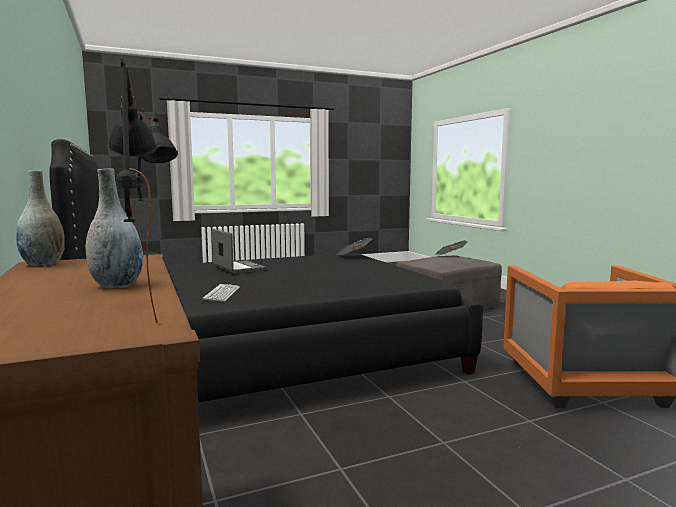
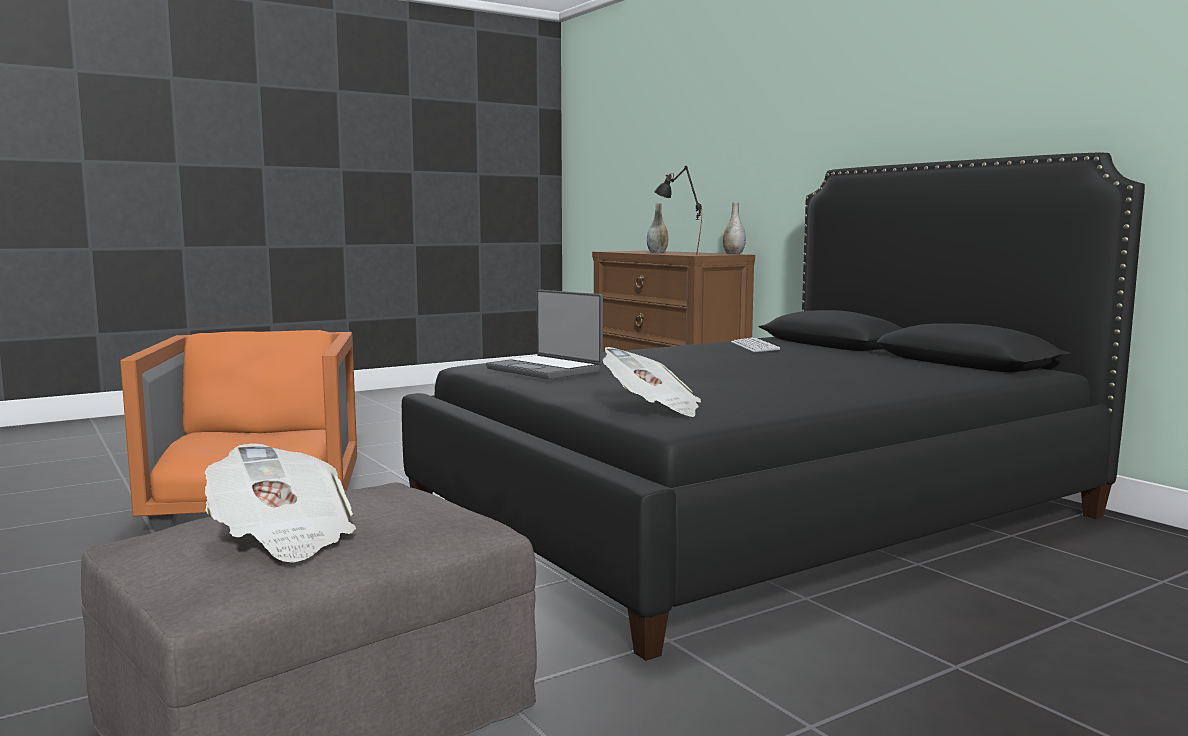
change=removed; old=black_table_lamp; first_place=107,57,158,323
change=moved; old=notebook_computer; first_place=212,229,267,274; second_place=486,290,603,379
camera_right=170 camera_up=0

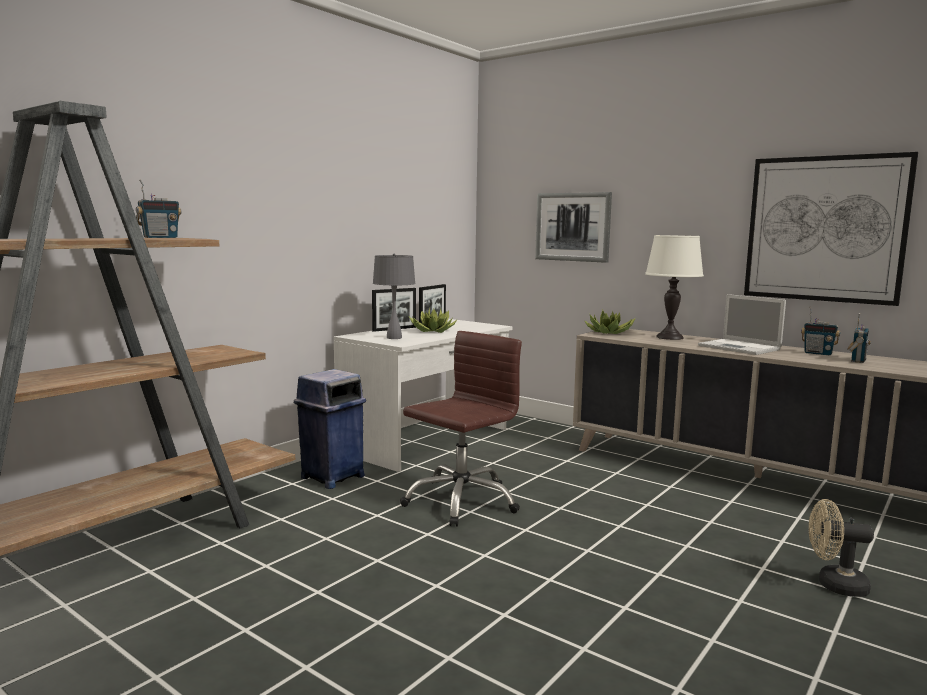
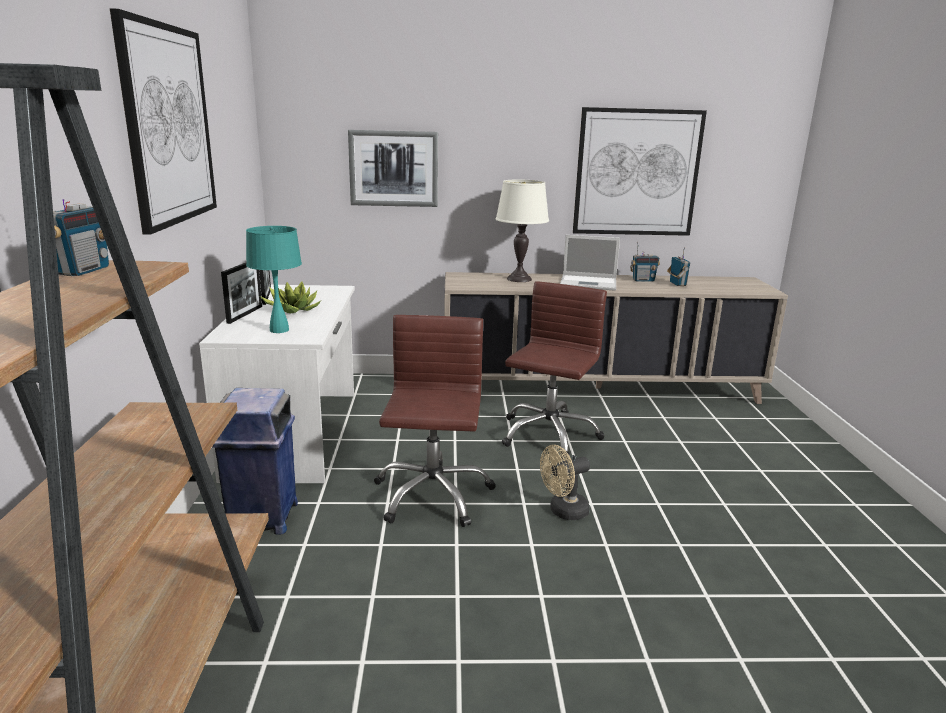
change=recoloured; old=greyish_table_lamp; new=blue-green_table_lamp; first_place=373,254,415,339; second_place=246,226,302,333
change=removed; old=houseplant; first_place=584,310,635,334
change=moved; old=sand-coloured_electric_fan; first_place=809,499,874,597; second_place=540,445,590,520
change=added; new=wall_picture; second_place=110,8,217,235
change=added; new=brownish_computer_chair; second_place=502,281,607,459
camera_right=-40 camera_up=10

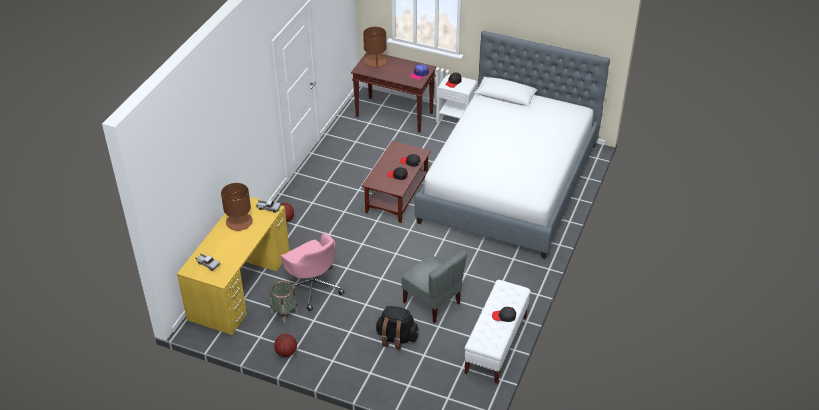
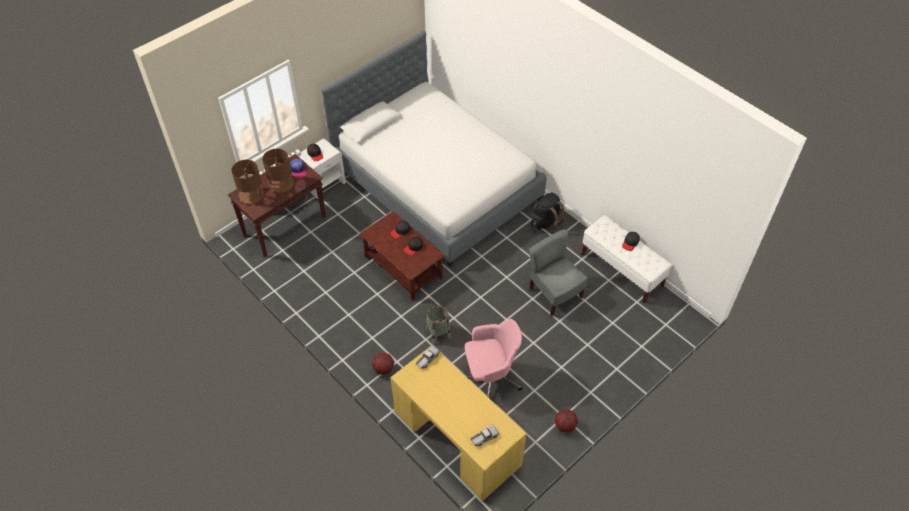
change=moved; old=brownish_table_lamp; first_place=221,183,253,231; second_place=262,149,294,193
change=turned; old=greyish_upright_chair; first_place=402,250,467,323; second_place=529,229,588,316; degrees=-105
change=moved; old=household_basket; first_place=270,281,298,323; second_place=426,305,451,344
change=moved; old=black_knapsack; first_place=375,306,419,350; second_place=531,192,565,232
camera_right=-65 camera_up=10

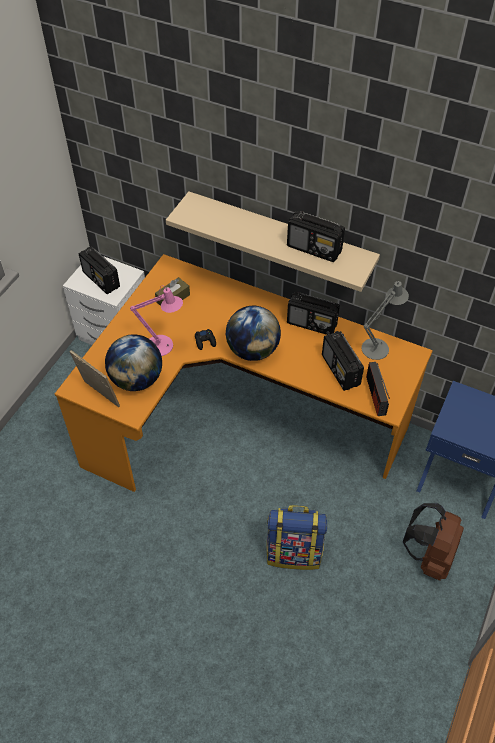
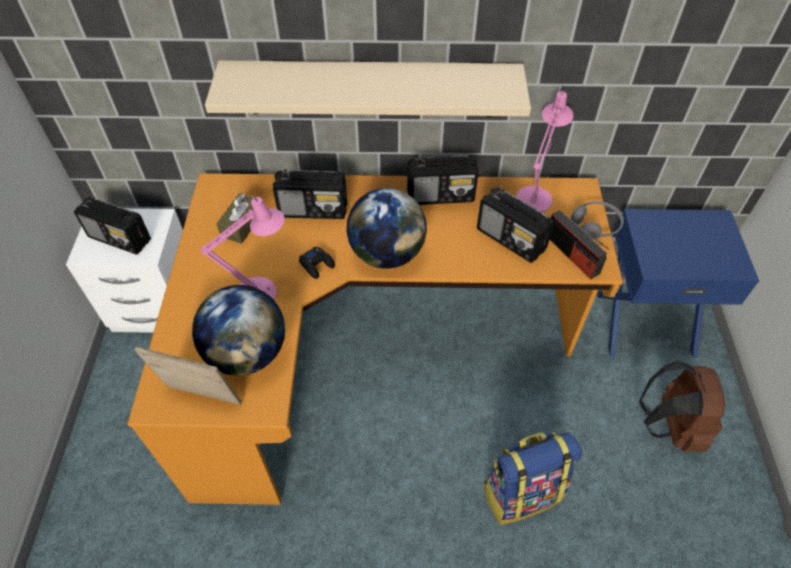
change=moved; old=radio_set; first_place=287,211,345,262; second_place=273,169,347,219
change=recoloured; old=greyish_table_lamp; new=pinkish_table_lamp; first_place=361,281,409,360; second_place=516,90,574,212
change=added; new=greyish_headphones; second_place=571,201,624,240
camera_right=-25 camera_up=0

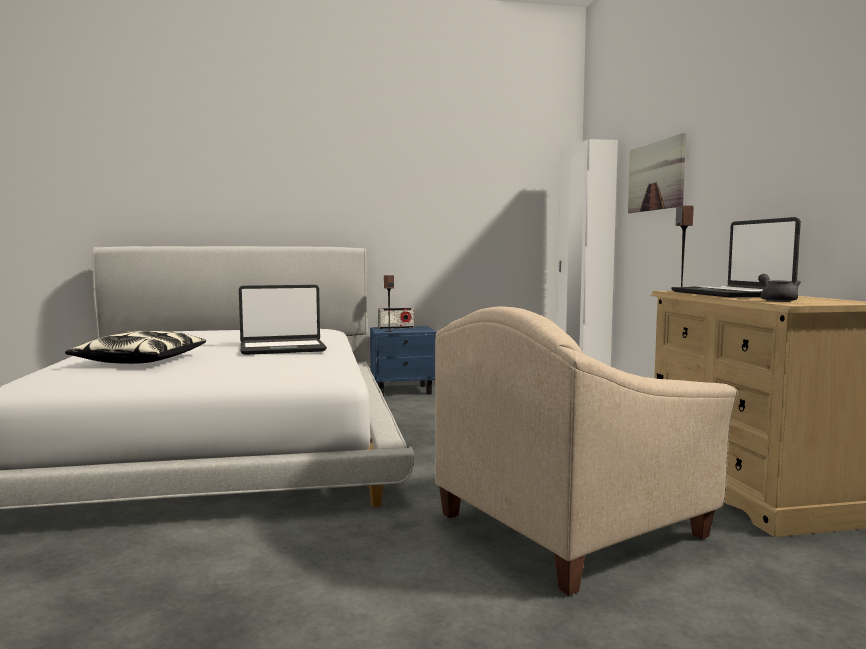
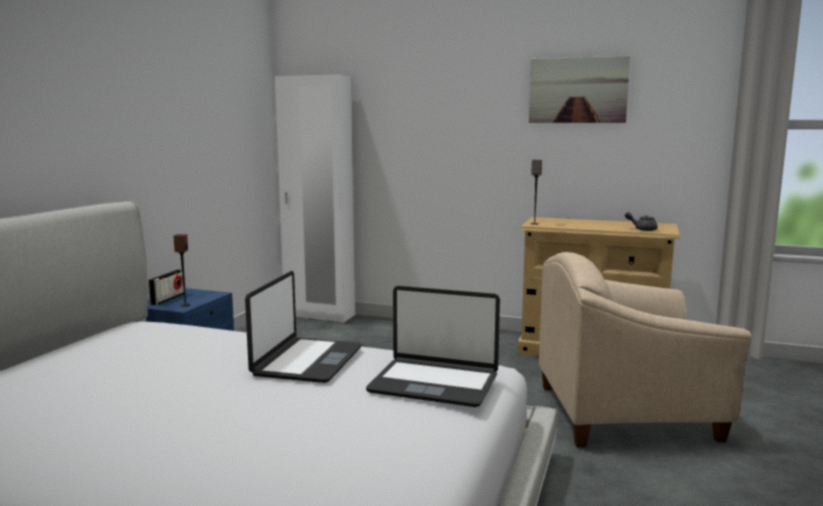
change=moved; old=wall_picture; first_place=628,133,686,213; second_place=529,56,630,123
change=moved; old=notebook_computer; first_place=671,217,801,297; second_place=366,286,500,407
change=turned; old=sand-coloured_lounge_chair; first_place=435,307,738,595; second_place=539,252,752,448; degrees=90
change=removed; old=throw_pillow; first_place=65,330,206,364
camera_right=-60 camera_up=5

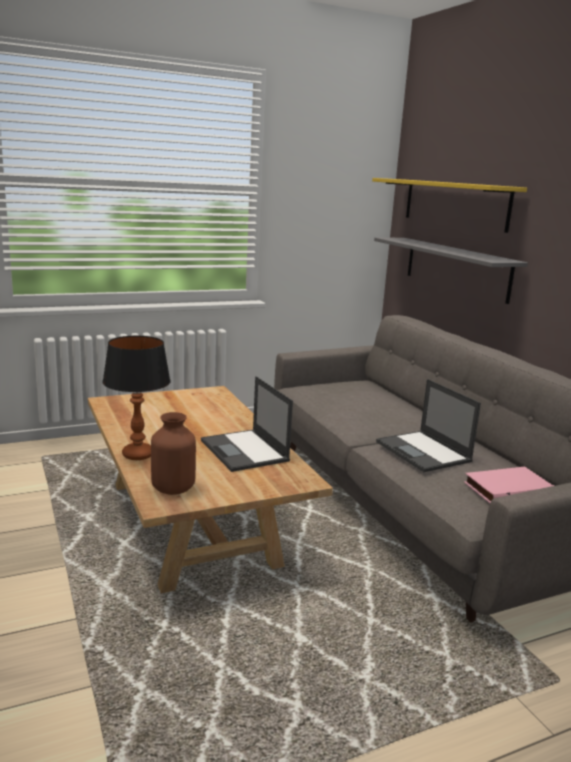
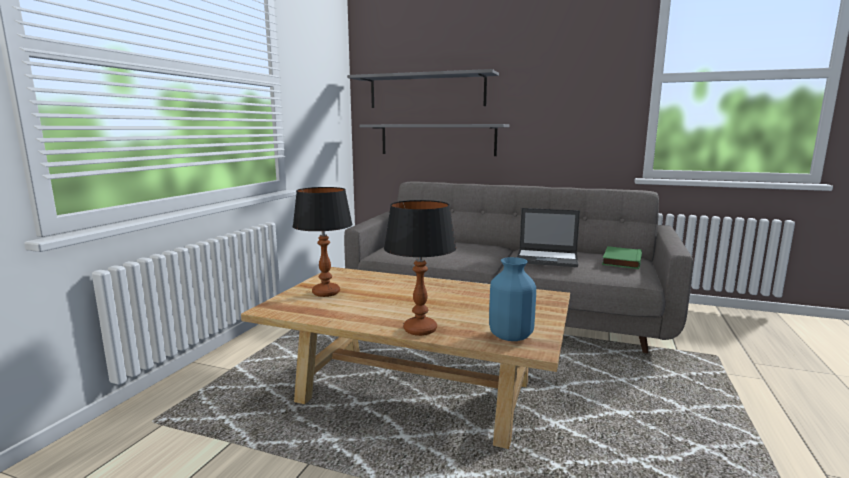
change=recoloured; old=yellow-coloured_wall_shelf; new=greyish_wall_shelf; first_place=372,178,527,233; second_place=347,69,499,108
change=removed; old=notebook_computer; first_place=201,376,293,472
change=recoloured; old=brownish_decorative_vase; new=blue_decorative_vase; first_place=151,412,196,495; second_place=489,257,536,341
change=recoloured; old=pinkish_volume; new=greenish_volume; first_place=464,467,554,504; second_place=602,246,642,269
change=added; new=table_lamp; second_place=293,187,353,297
camera_right=-45 camera_up=-5

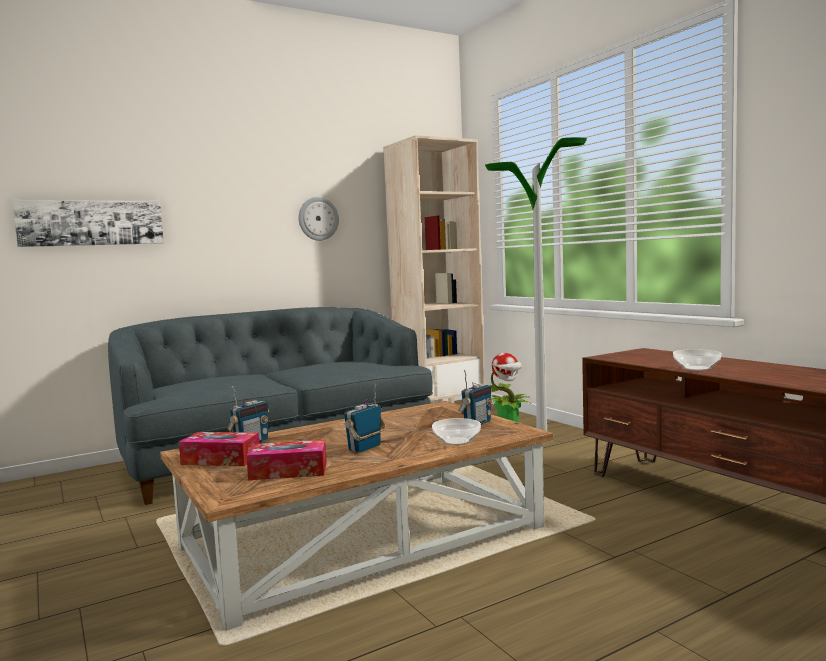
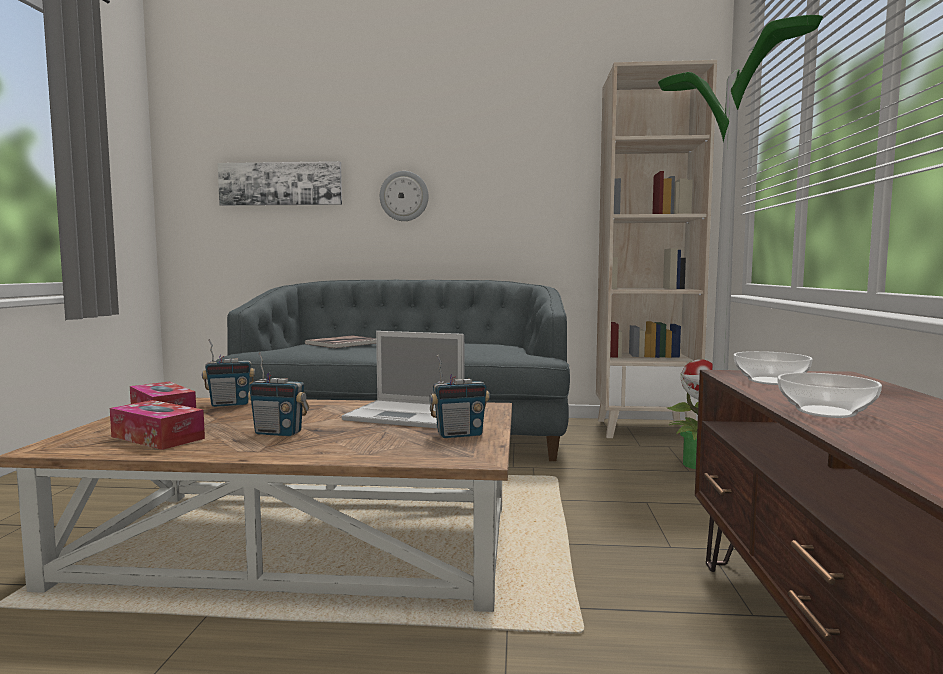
change=moved; old=hanging_clock; first_place=298,197,339,241; second_place=380,171,429,221
change=turned; old=radio_set; first_place=344,384,386,453; second_place=248,353,309,436; degrees=-150
change=moved; old=bowl; first_place=432,418,481,445; second_place=734,351,813,385
change=added; new=notebook_computer; second_place=342,331,464,428
change=added; new=volume; second_place=305,336,376,348
camera_right=35 camera_up=0

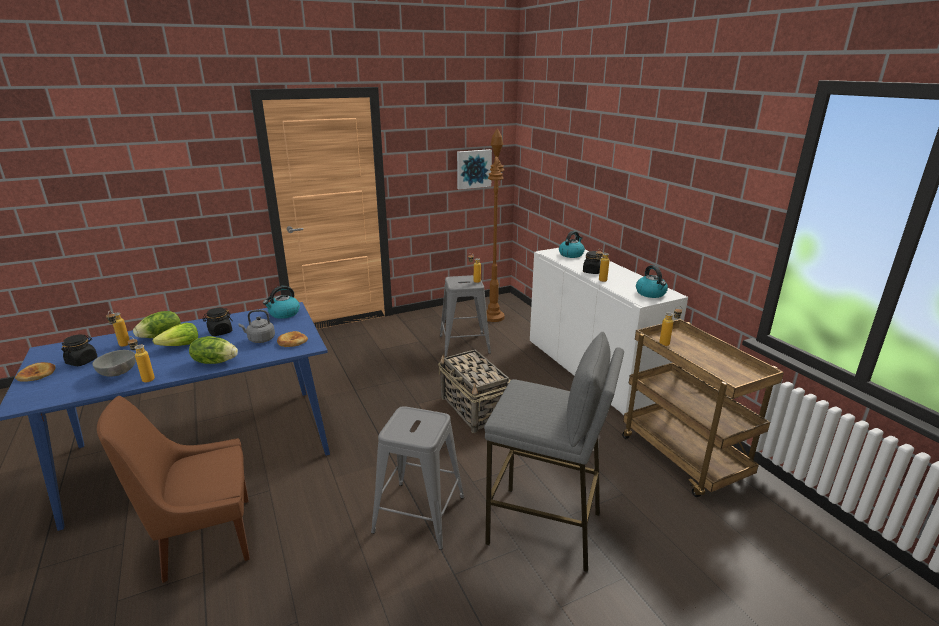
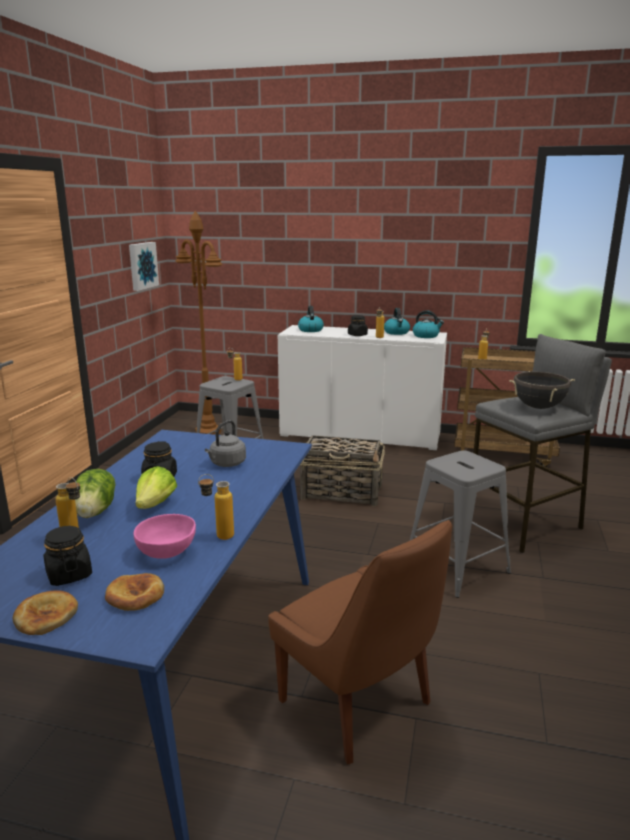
change=moved; old=tea_kettle; first_place=263,286,300,319; second_place=384,308,410,335
change=moved; old=bakery_bread; first_place=277,331,308,347; second_place=105,573,164,611
change=removed; old=lettuce; first_place=189,336,238,364
change=recoloured; old=greyish_bowl; new=pinkish_bowl; first_place=92,350,136,377; second_place=134,514,196,559
change=turned; old=brownish_upright_chair; first_place=97,396,250,583; second_place=268,520,452,764; degrees=-60
change=added; new=black_stockpot; second_place=509,371,575,409
camera_right=-50 camera_up=-5

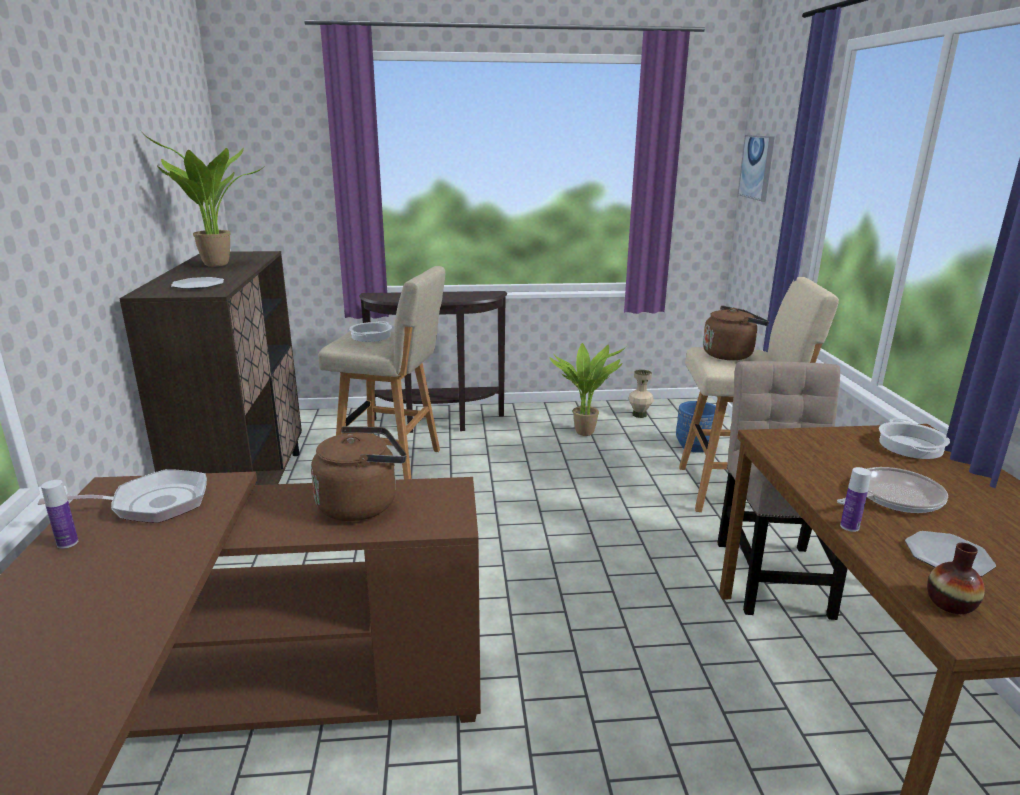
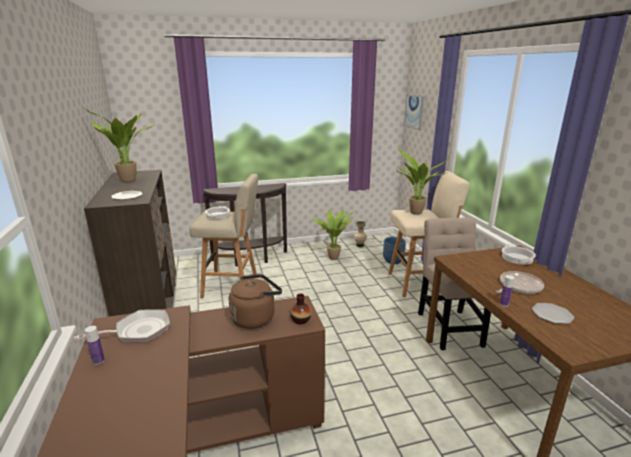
change=replaced; old=brownish_tea_kettle; new=houseplant; first_place=703,306,769,360; second_place=396,148,446,215
change=moved; old=decorative_vase; first_place=927,543,985,614; second_place=290,294,311,324
camera_right=-10 camera_up=0

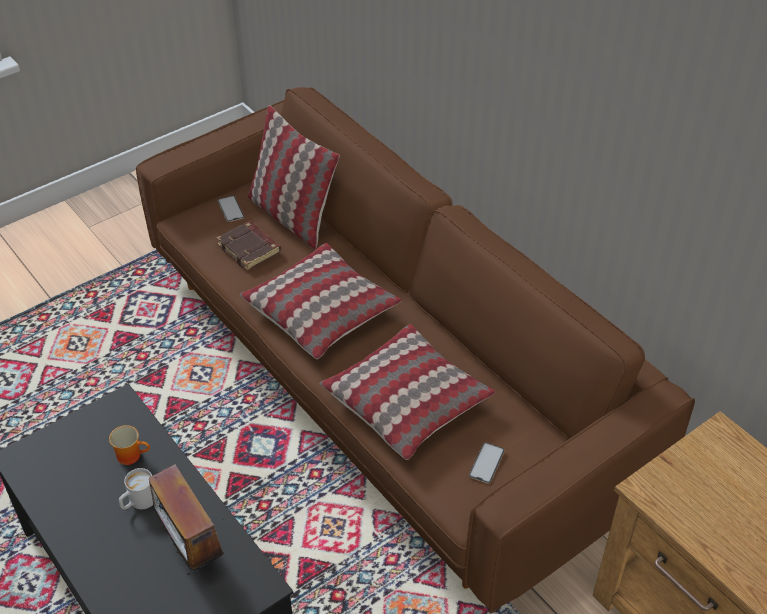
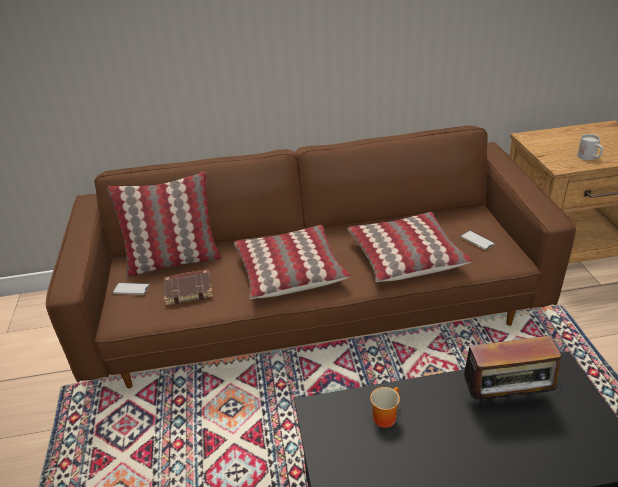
change=moved; old=white_tea_mug; first_place=119,468,153,510; second_place=577,134,603,160
camera_right=-60 camera_up=-10

